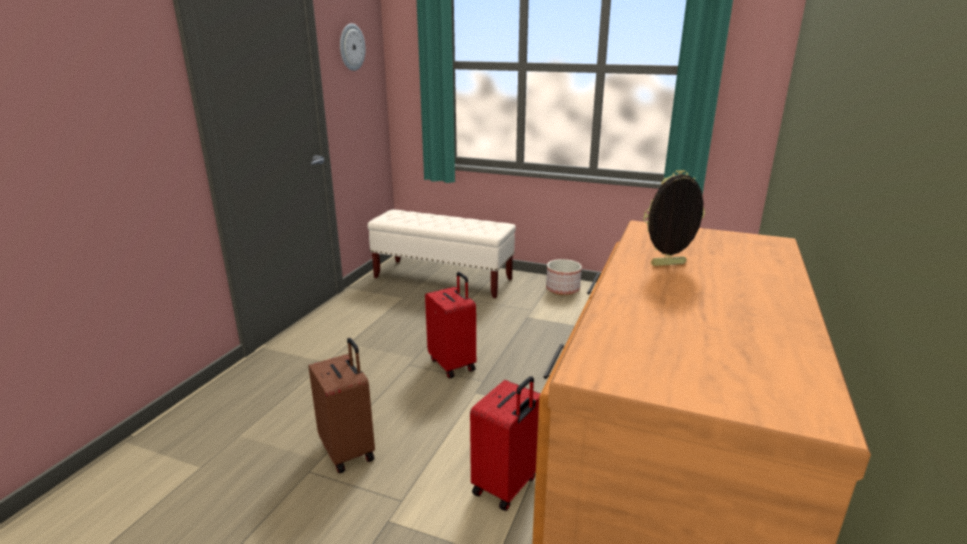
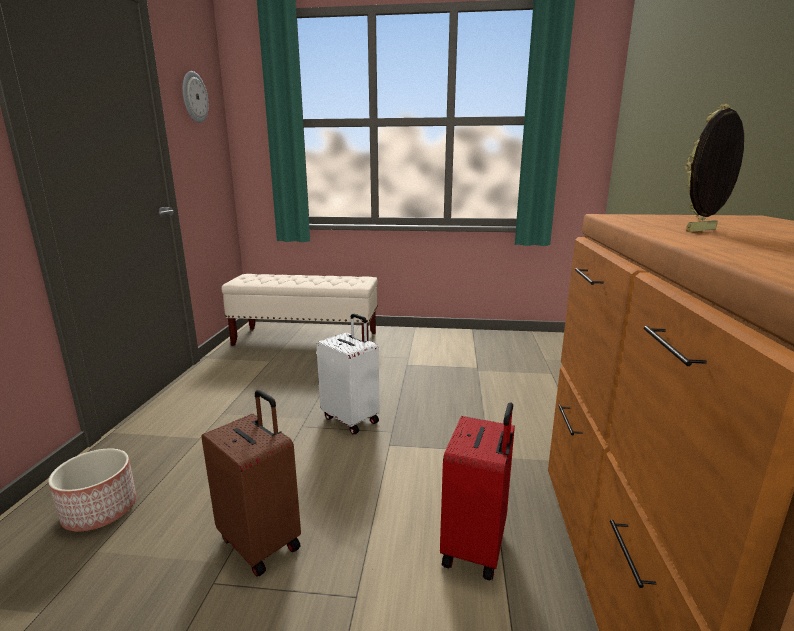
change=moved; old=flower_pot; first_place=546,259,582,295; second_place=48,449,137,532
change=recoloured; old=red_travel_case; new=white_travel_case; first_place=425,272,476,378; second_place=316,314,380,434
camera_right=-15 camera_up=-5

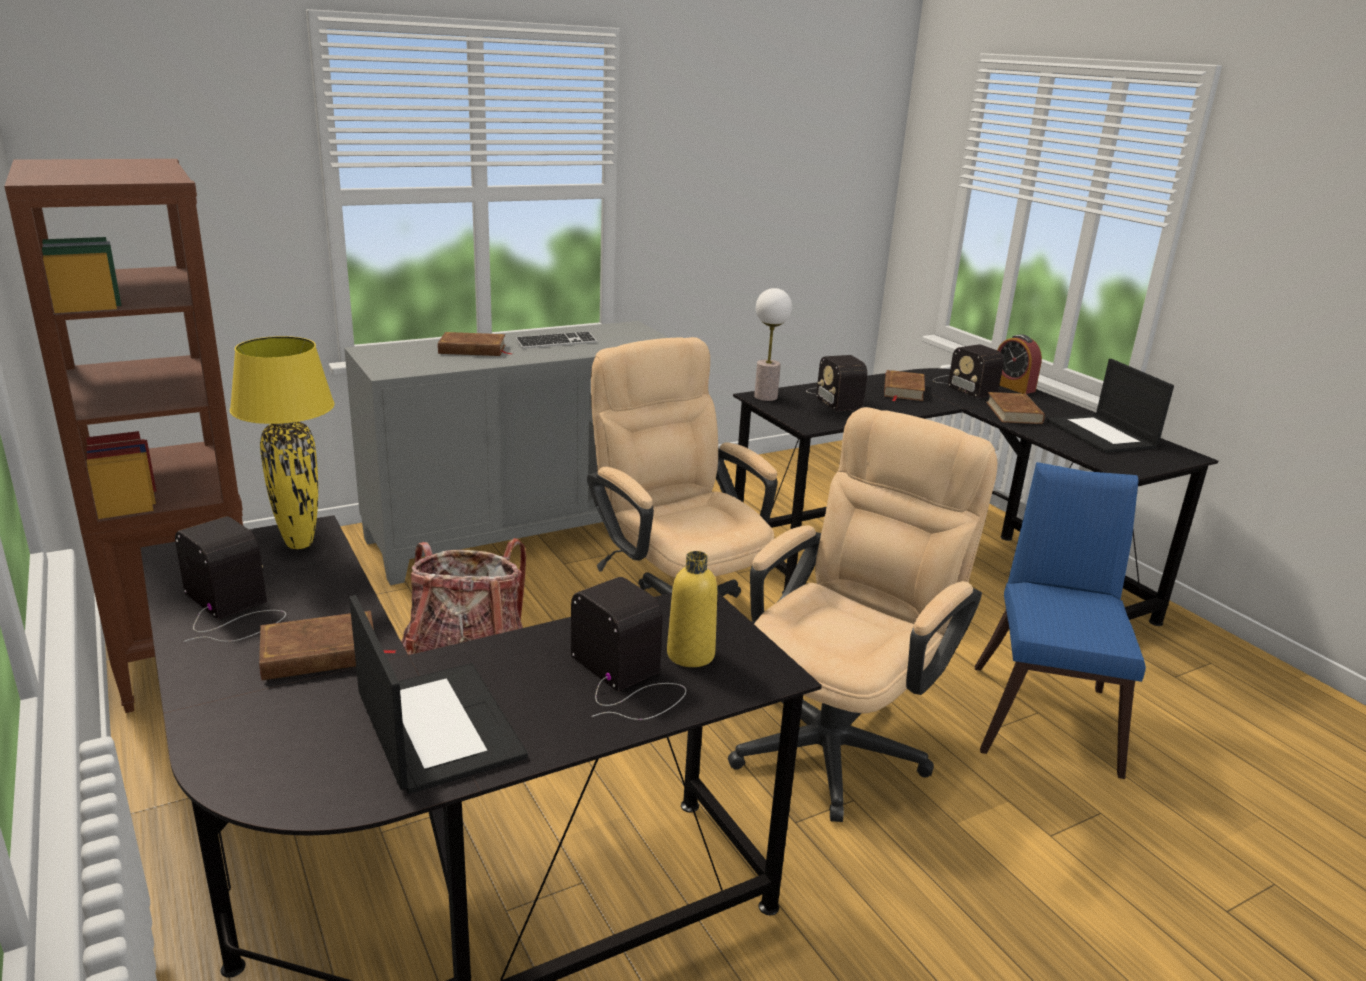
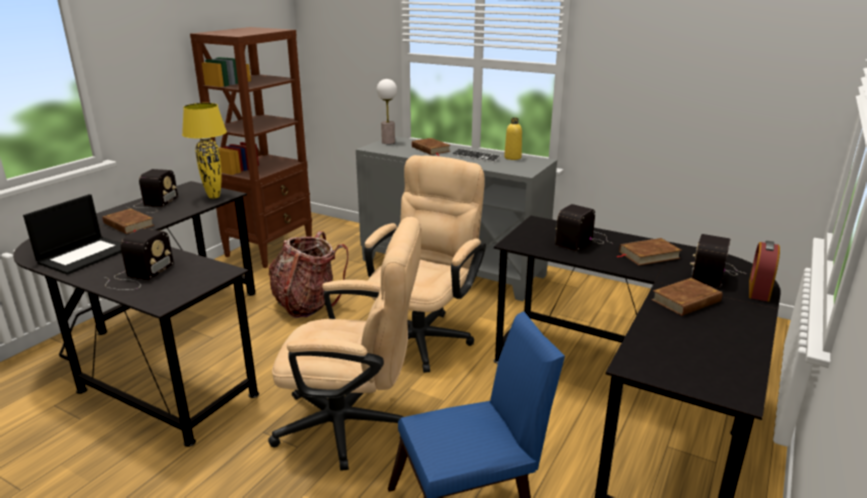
change=moved; old=table_lamp; first_place=754,288,792,401; second_place=377,79,397,144
change=removed; old=notebook_computer; first_place=1046,359,1174,453
change=moved; old=yellow-coloured_beverage_bottle; first_place=667,551,717,667; second_place=504,118,522,160
camera_right=60 camera_up=0

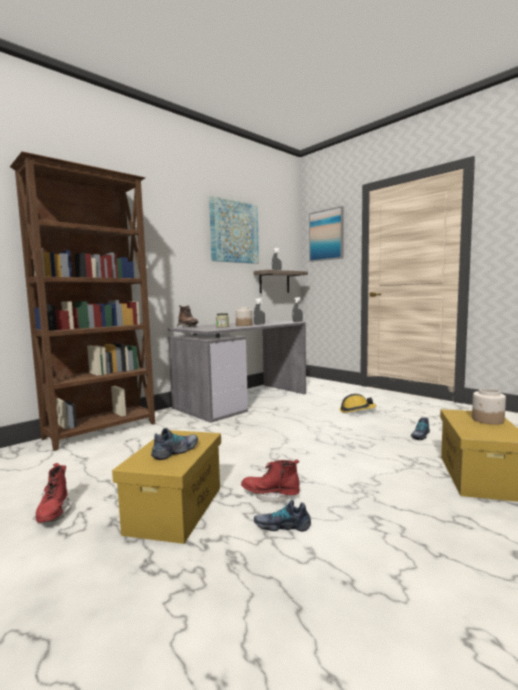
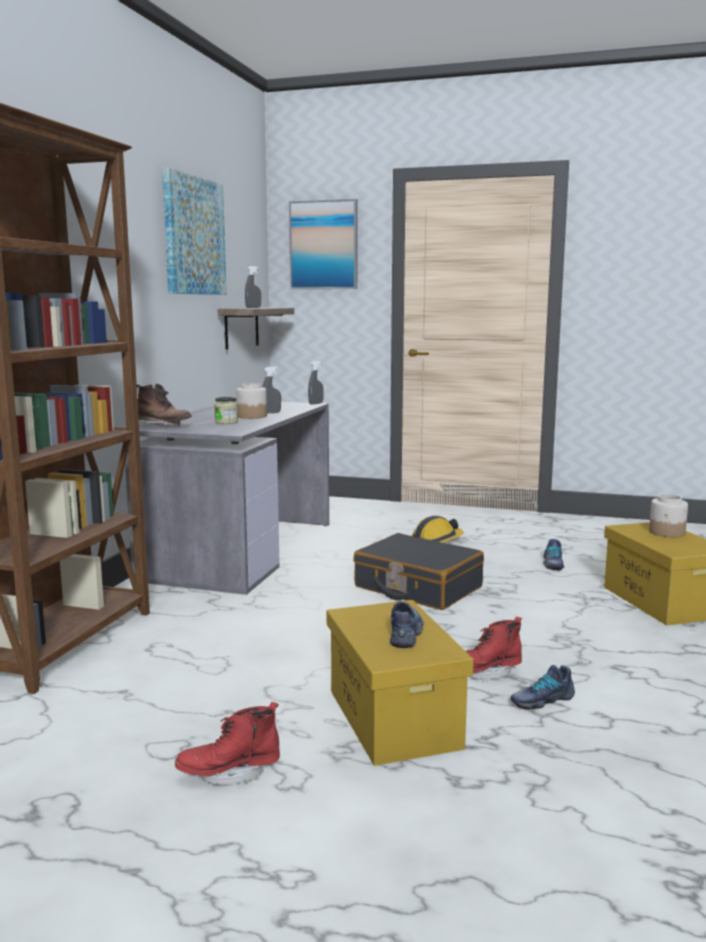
change=turned; old=red_high-top_boot; first_place=33,463,72,523; second_place=175,702,280,785; degrees=120
change=added; new=black_travel_case; second_place=353,533,484,610
camera_right=-30 camera_up=5

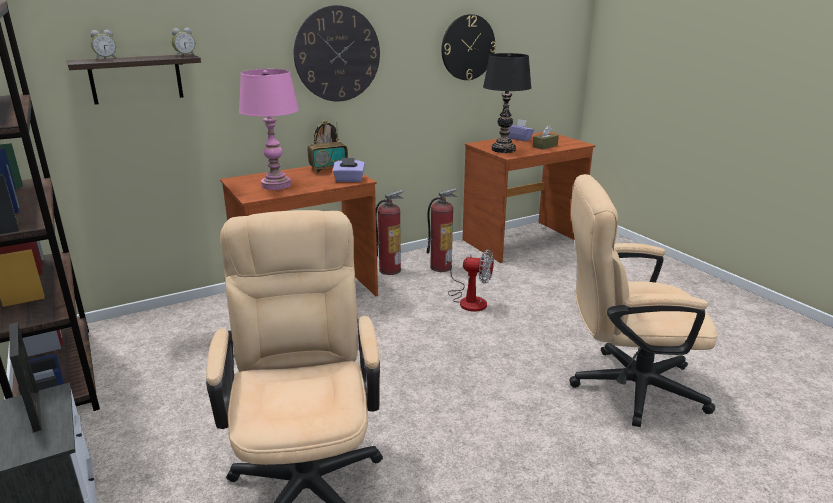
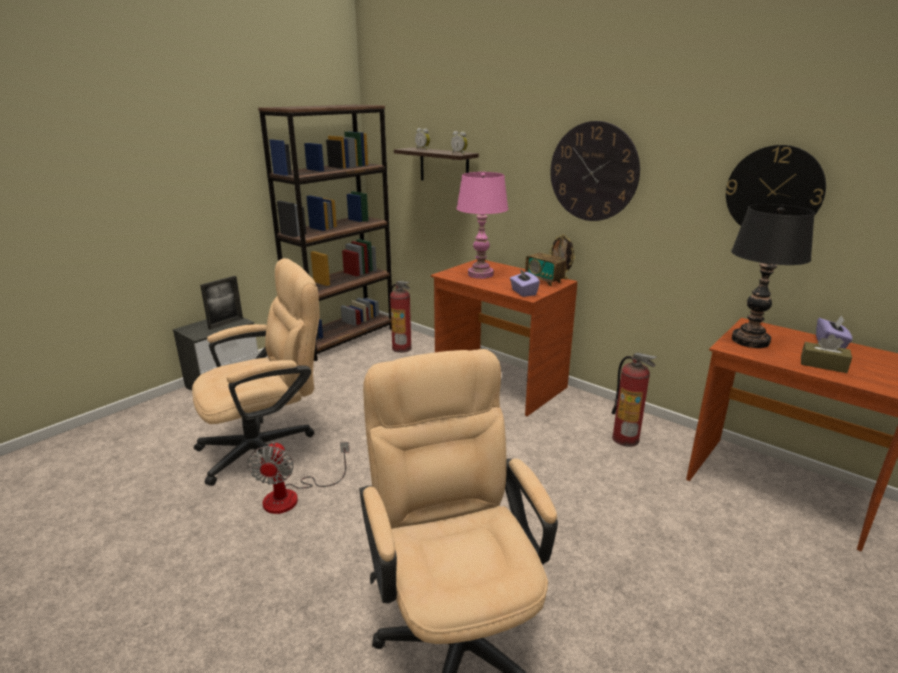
change=moved; old=extinguisher; first_place=376,190,404,275; second_place=390,281,412,353
change=moved; old=electric_fan; first_place=445,249,494,312; second_place=247,442,349,514
camera_right=70 camera_up=0

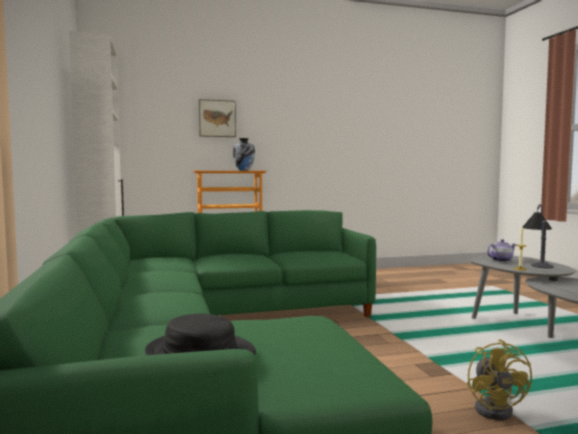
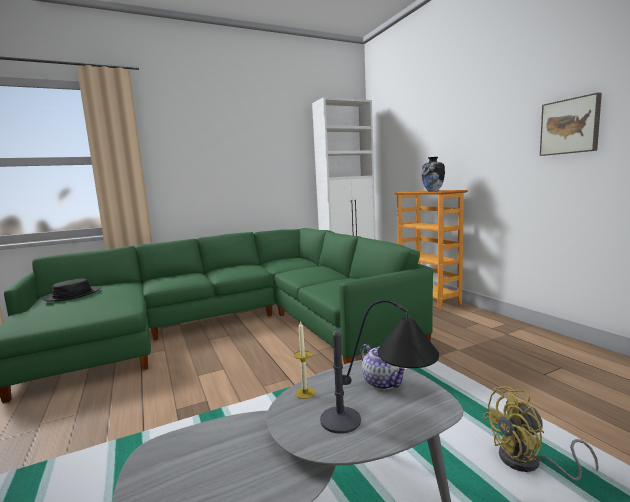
change=moved; old=wall_picture; first_place=199,99,236,137; second_place=540,93,602,156
change=moved; old=yellow-coloured_electric_fan; first_place=467,339,532,420; second_place=482,386,599,481
camera_right=80 camera_up=5

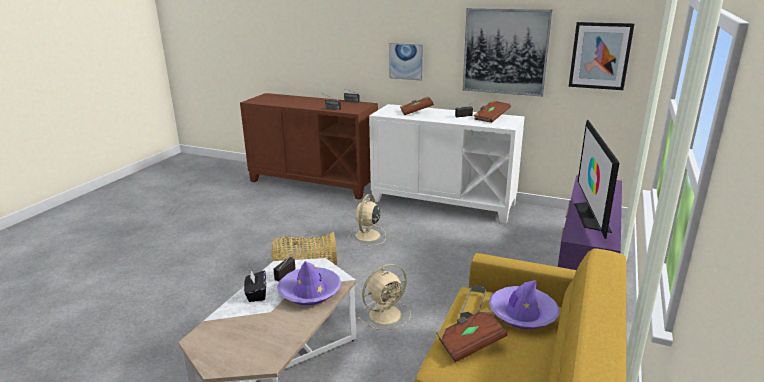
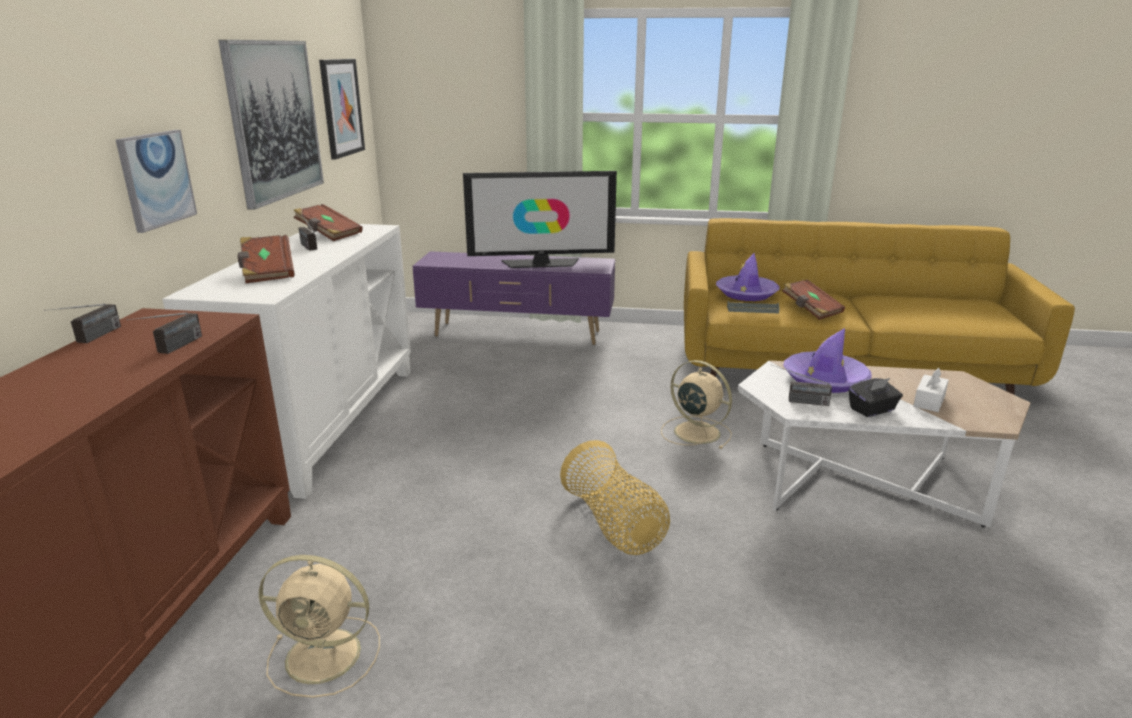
change=moved; old=sand-coloured_electric_fan; first_place=349,194,386,246; second_place=259,555,380,698
change=added; new=white_tissue_box; second_place=913,368,949,412
camera_right=-105 camera_up=0

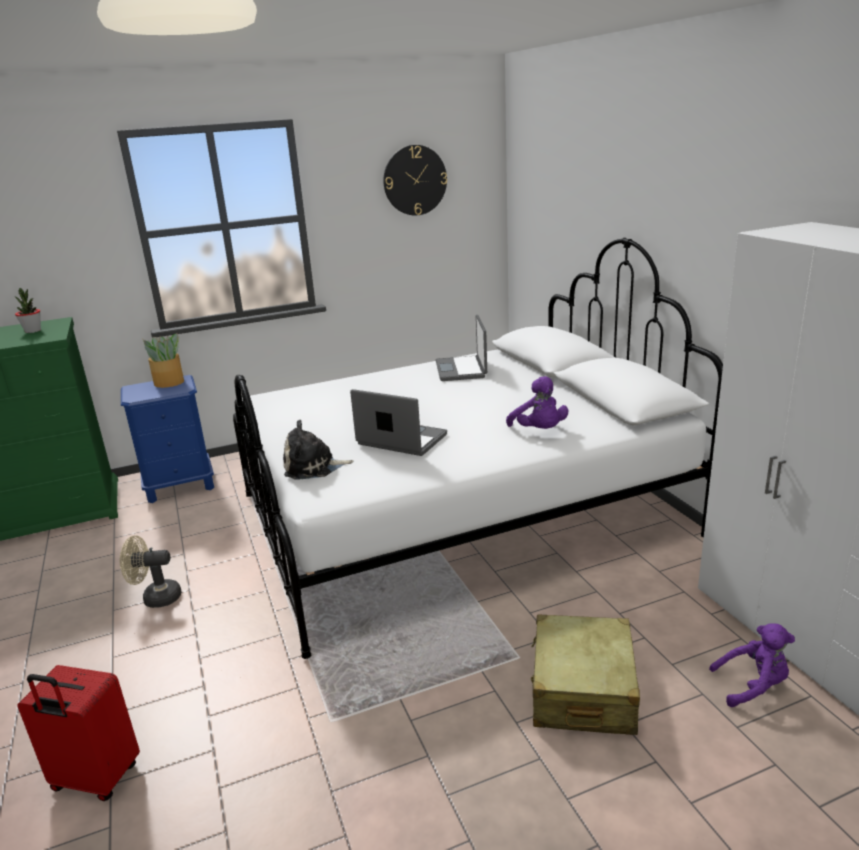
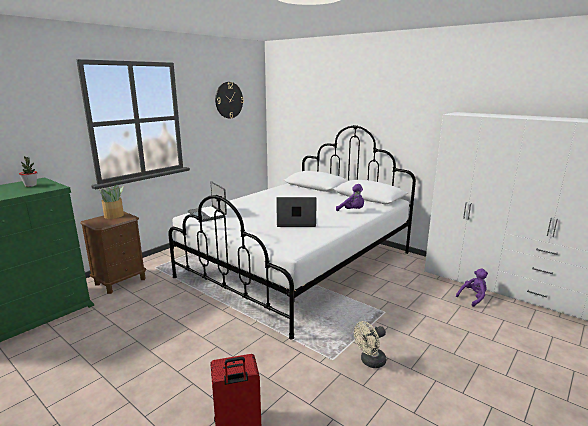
change=moved; old=notebook_computer; first_place=435,315,487,381; second_place=188,181,227,222
change=recoloured; old=blue_nightstand; new=brownish_nightstand; first_place=121,375,214,503; second_place=80,211,146,294
change=removed; old=soft_toy; first_place=283,420,354,480
change=moved; old=sand-coloured_electric_fan; first_place=120,535,182,608; second_place=354,321,386,368
change=removed; old=sand-coloured_travel_case; first_place=531,614,640,735
camera_right=-30 camera_up=-5

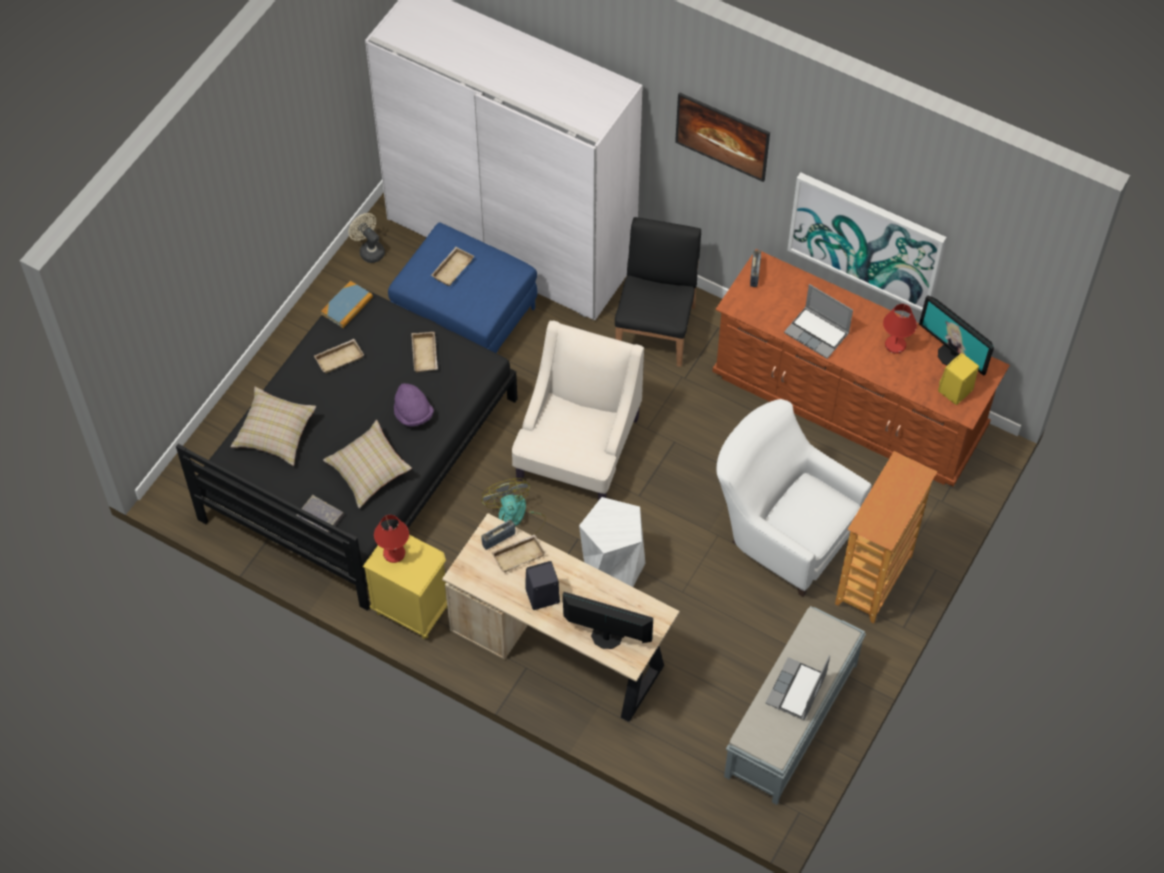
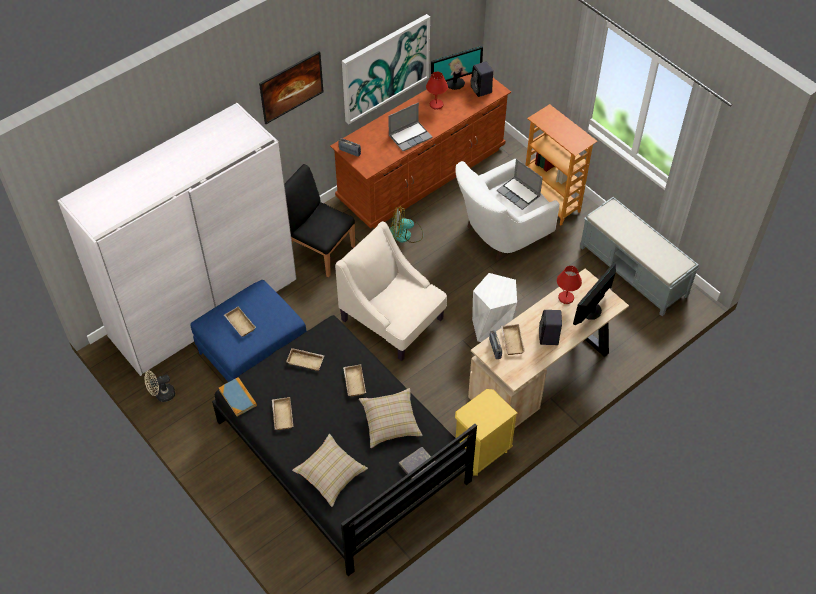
change=recoloured; old=yellow-coloured_loudspeaker; new=black_loudspeaker; first_place=938,353,979,405; second_place=471,61,493,97
change=replaced; old=purple_hat; new=sand-coloured_tray; first_place=394,383,434,427; second_place=343,364,366,396
change=moved; old=electric_fan; first_place=482,478,546,535; second_place=390,206,423,243
change=moved; old=red_table_lamp; first_place=374,515,409,563; second_place=557,266,582,304
change=moved; old=notebook_computer; first_place=765,655,830,721; second_place=497,159,543,210
camera_right=-70 camera_up=-5

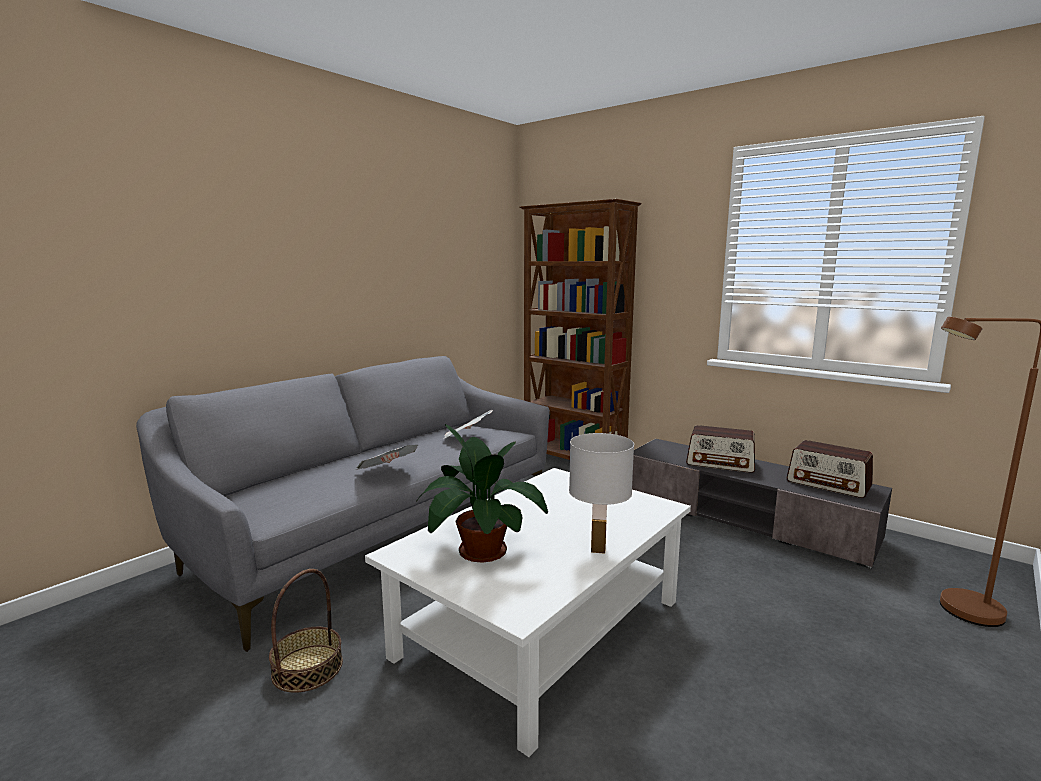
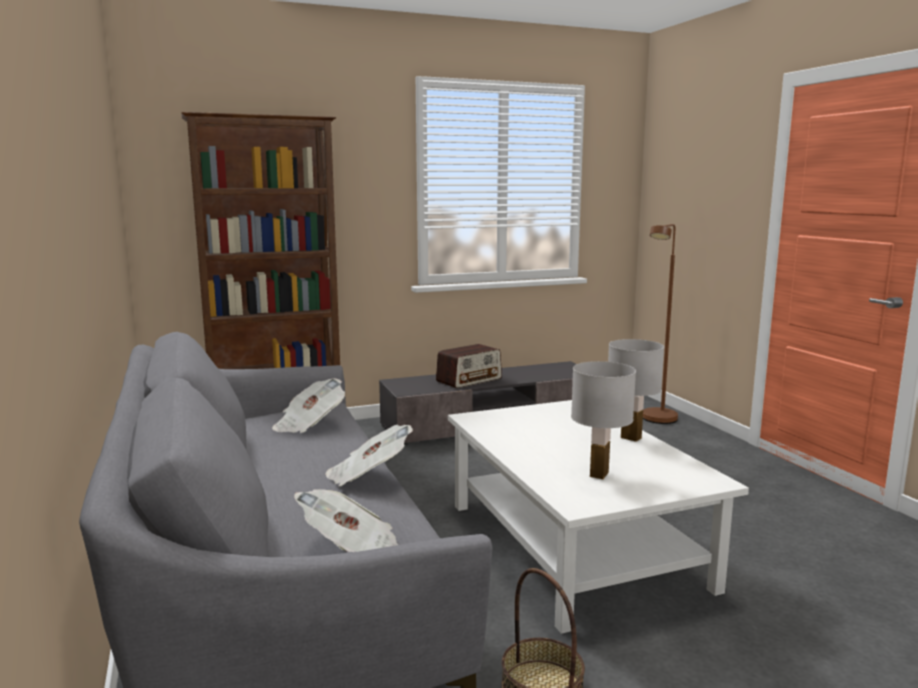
change=replaced; old=houseplant; new=white_table_lamp; first_place=416,424,548,563; second_place=571,361,636,479
change=removed; old=radio_set; first_place=787,440,873,498
change=added; new=printed_paper; second_place=294,489,398,552
camera_right=-60 camera_up=0

